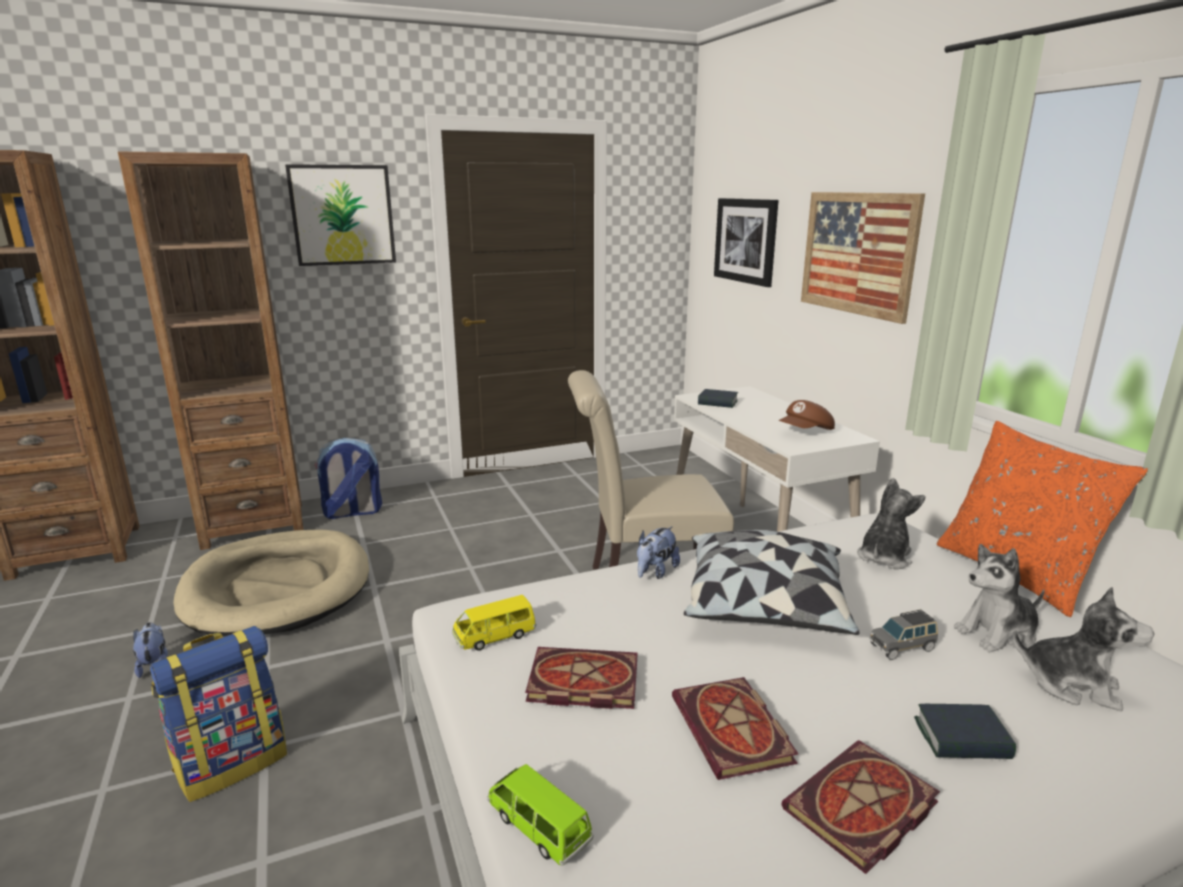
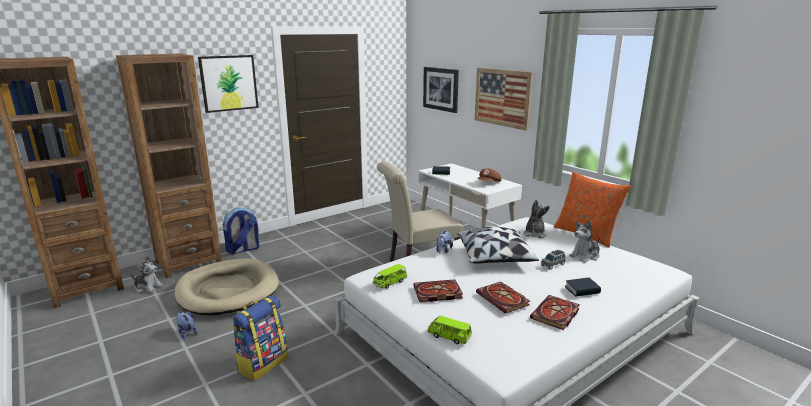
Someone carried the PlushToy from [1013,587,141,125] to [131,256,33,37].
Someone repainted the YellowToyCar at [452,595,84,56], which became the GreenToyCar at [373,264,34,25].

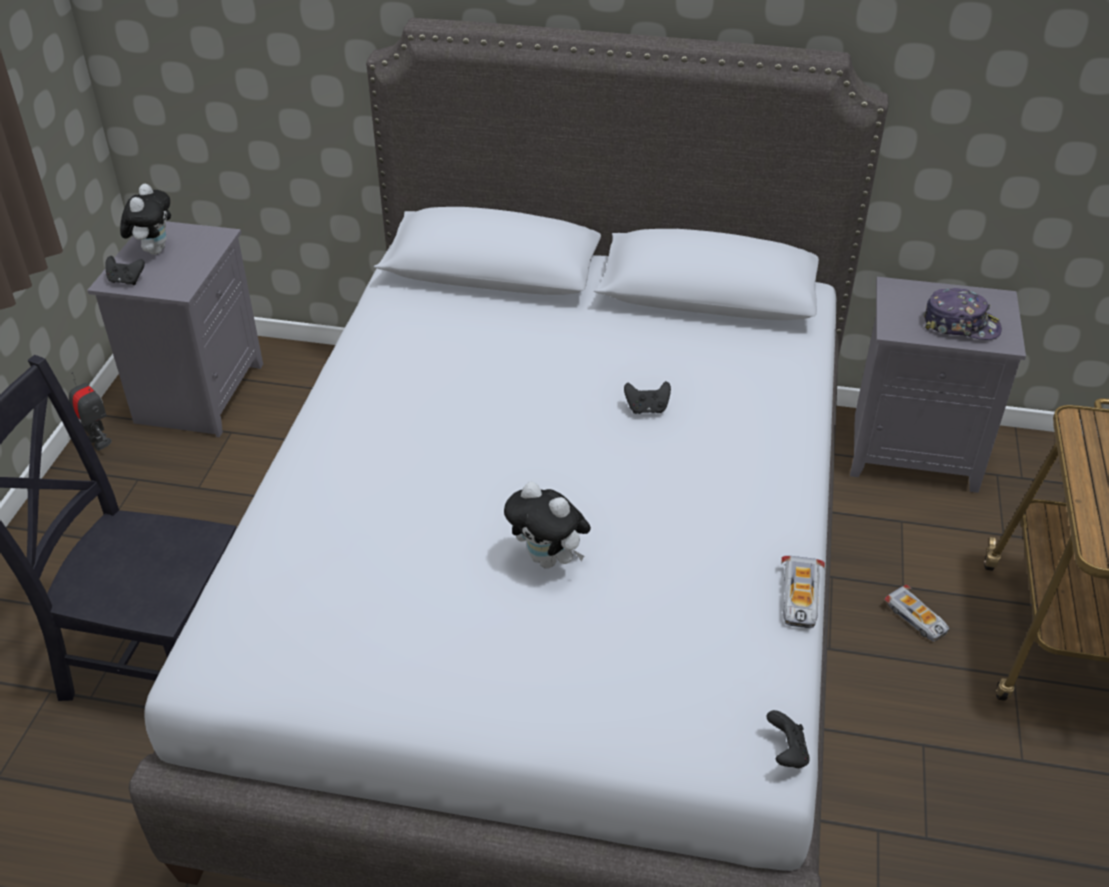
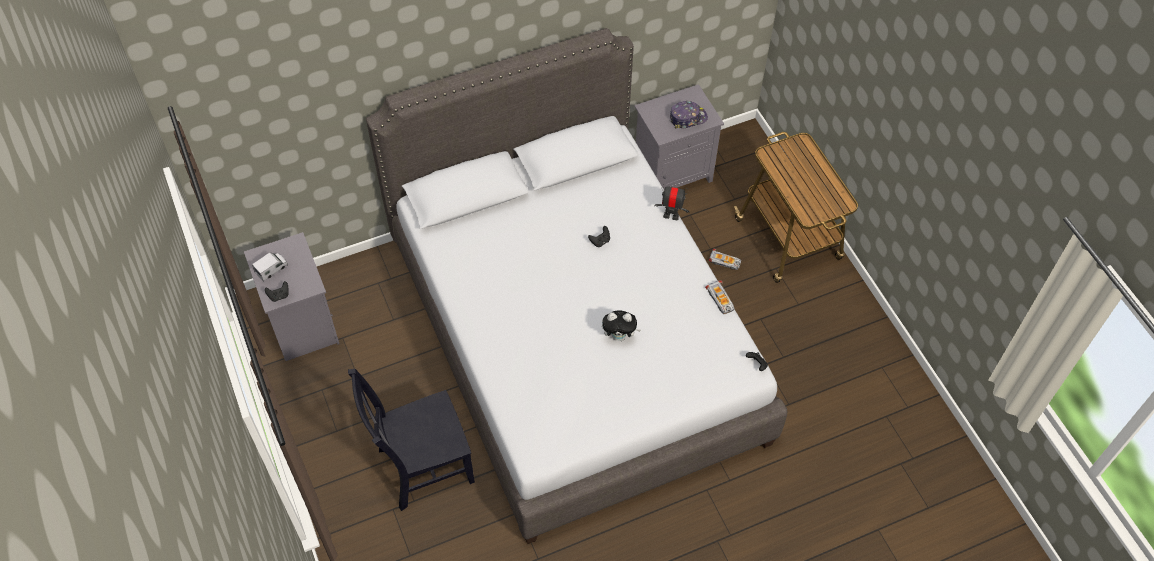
Someone carried the ToyRobot from [69,372,43,79] to [655,184,35,36].
Someone swapped the PlushToy at [120,184,51,71] for the ToyTruck at [252,252,36,30].

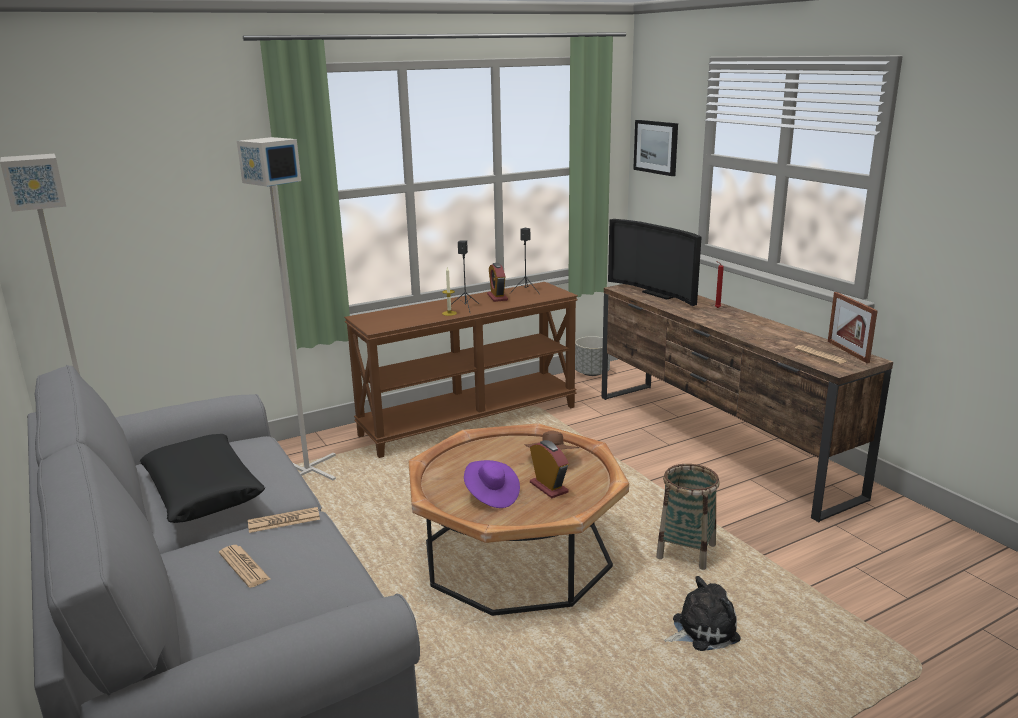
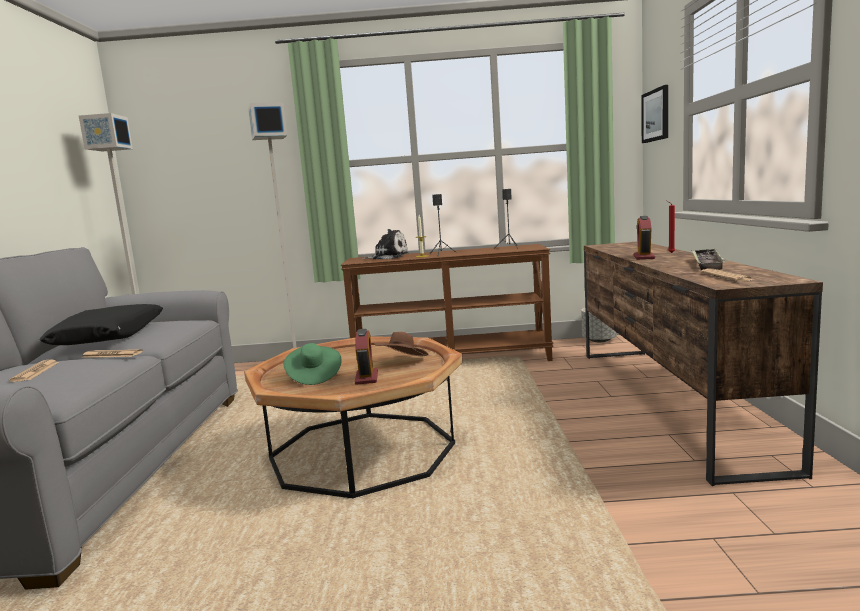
Someone took away the Television at [608,219,94,87].
Someone took away the Basket at [656,464,64,106].
Someone took away the PictureFrame at [828,292,50,71].
Someone put down the Tray at [691,248,36,22].
Someone carried the AlarmClock from [487,263,21,39] to [634,216,21,44].
Someone carried the PlushToy from [664,576,77,75] to [363,229,45,30].
Someone repainted the PurpleHat at [464,460,56,48], which became the GreenHat at [284,343,58,42].

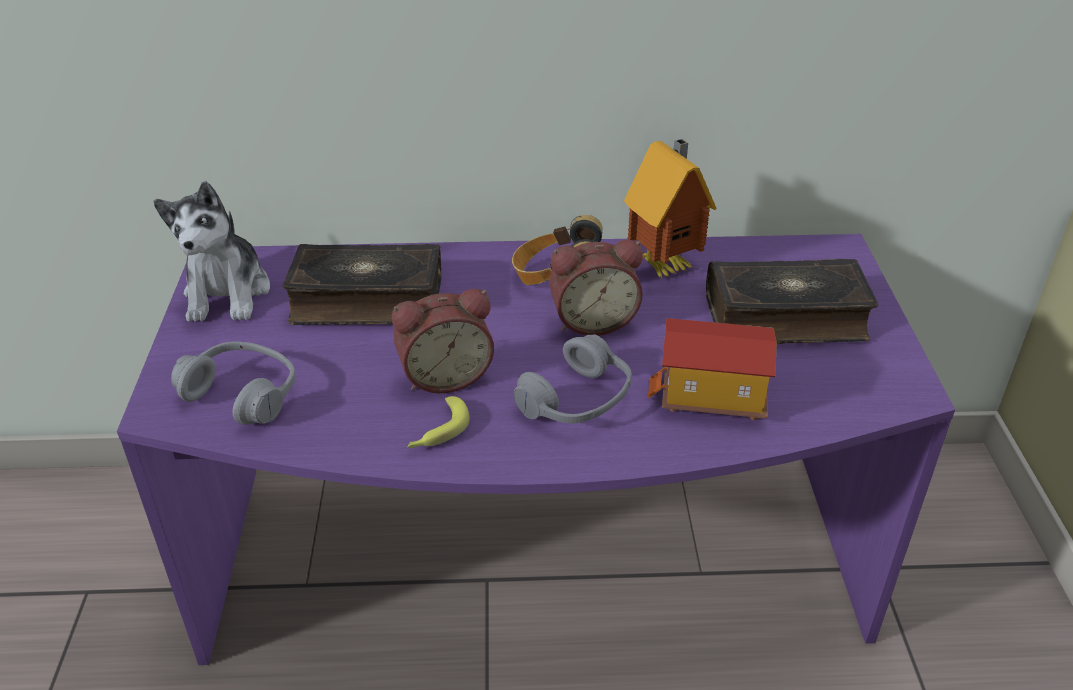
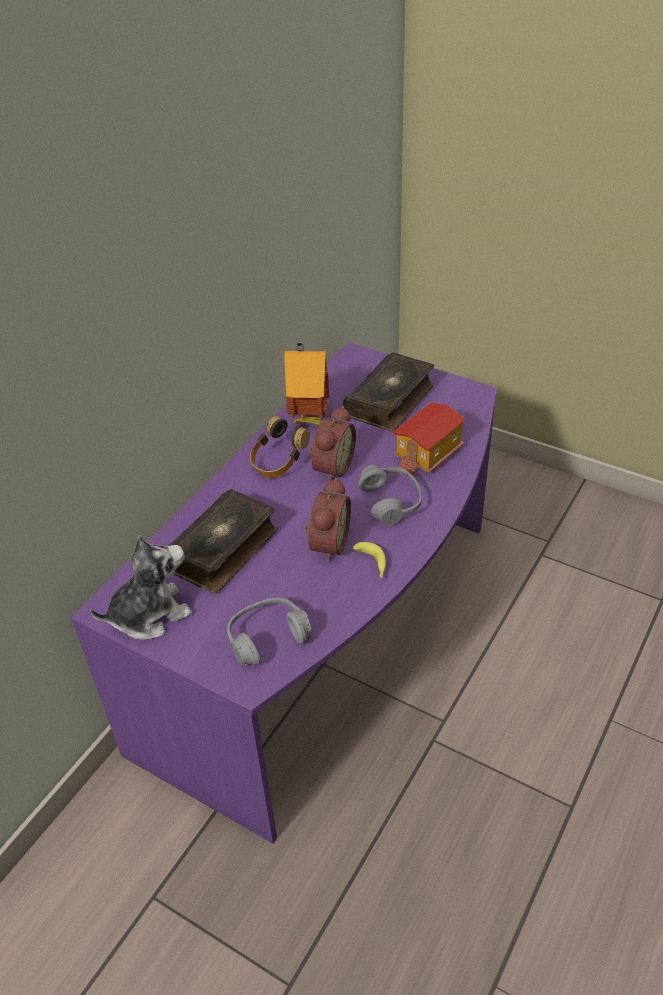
Someone rotated the PlushToy at [153,181,117,141] by 60 degrees counterclockwise.

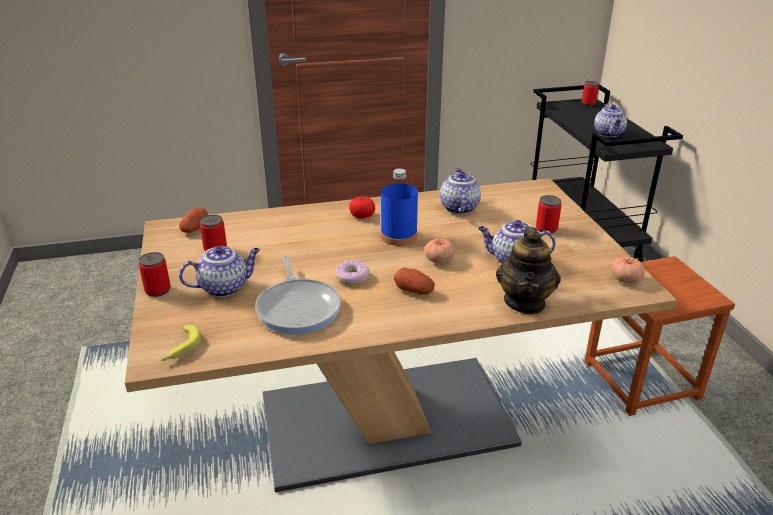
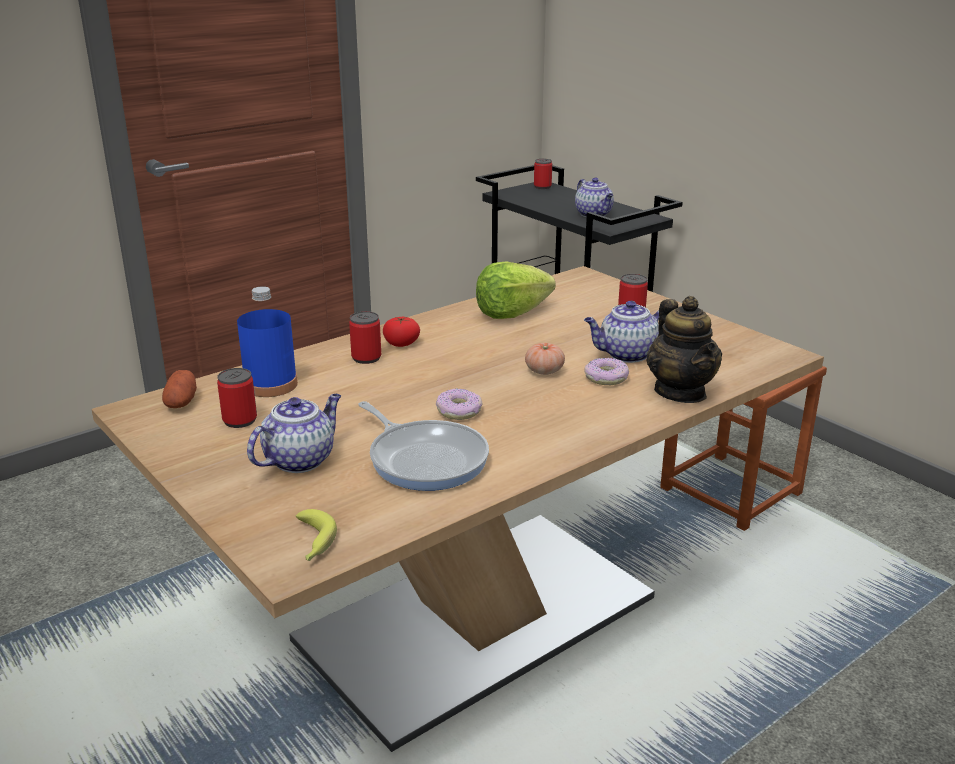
Someone took away the Potato at [394,268,41,27].
Someone took away the Tomato at [612,257,33,26].
Someone put down the Donut at [584,358,45,27].
Someone carried the Can from [139,252,32,45] to [349,311,32,53].
Someone carried the BlueBottle from [381,168,37,78] to [237,286,61,111].
Someone swapped the Teapot at [440,168,41,46] for the Lettuce at [476,261,80,58].

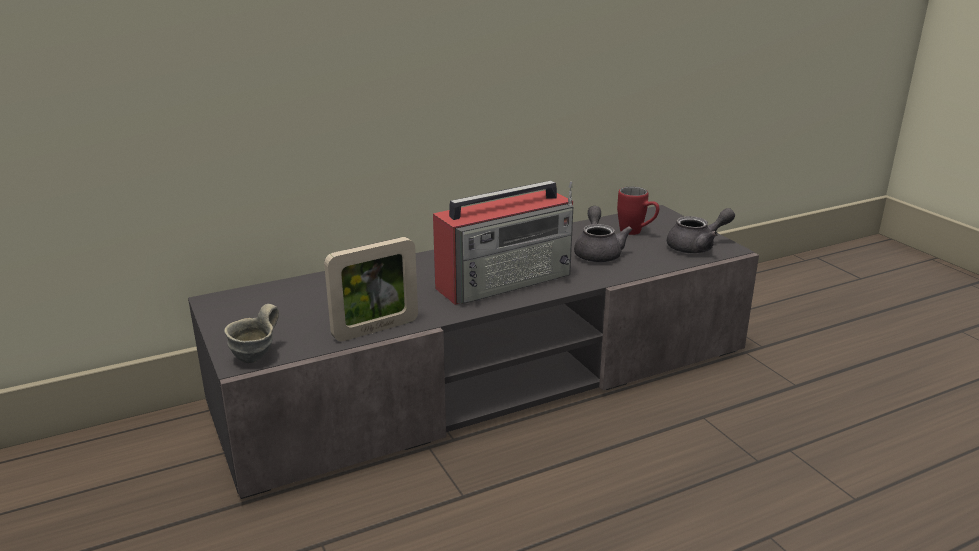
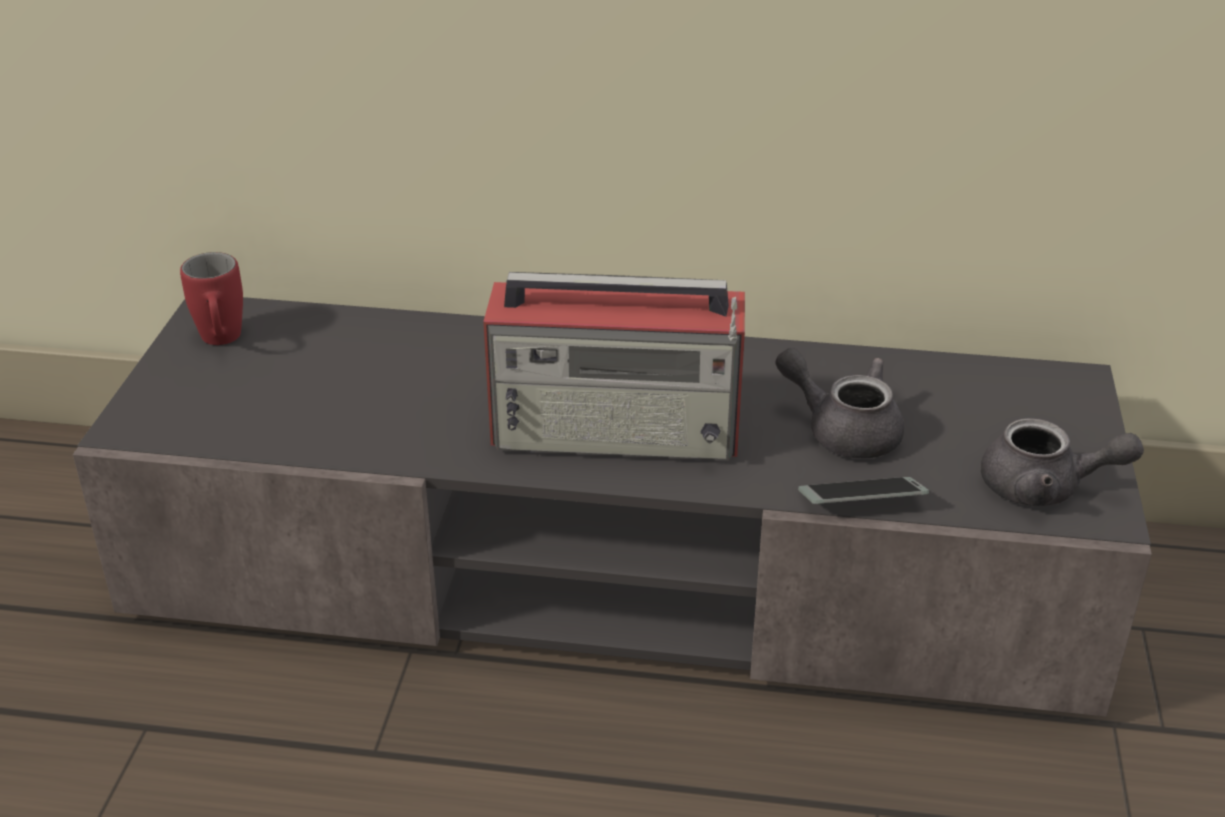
Someone took away the GreyMug at [224,304,55,59].
Someone took away the PictureFrame at [324,237,94,104].
Someone put down the Phone at [798,477,131,27].
Someone carried the RedMug from [617,187,42,48] to [180,252,63,93].
Someone rotated the GreyTeapot at [574,206,58,56] by 90 degrees counterclockwise.

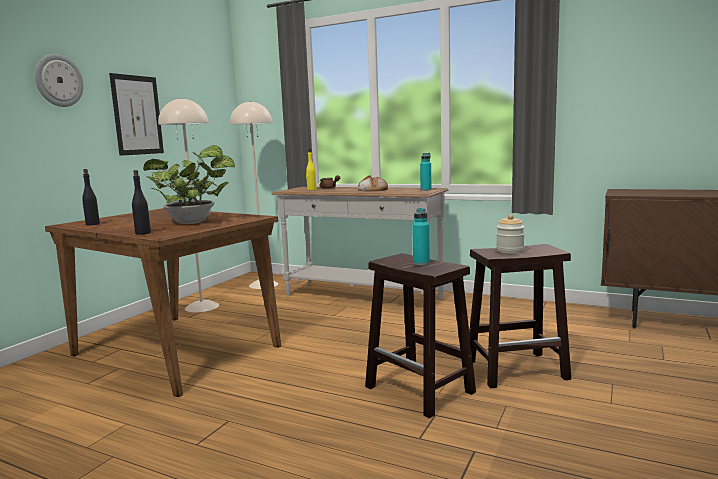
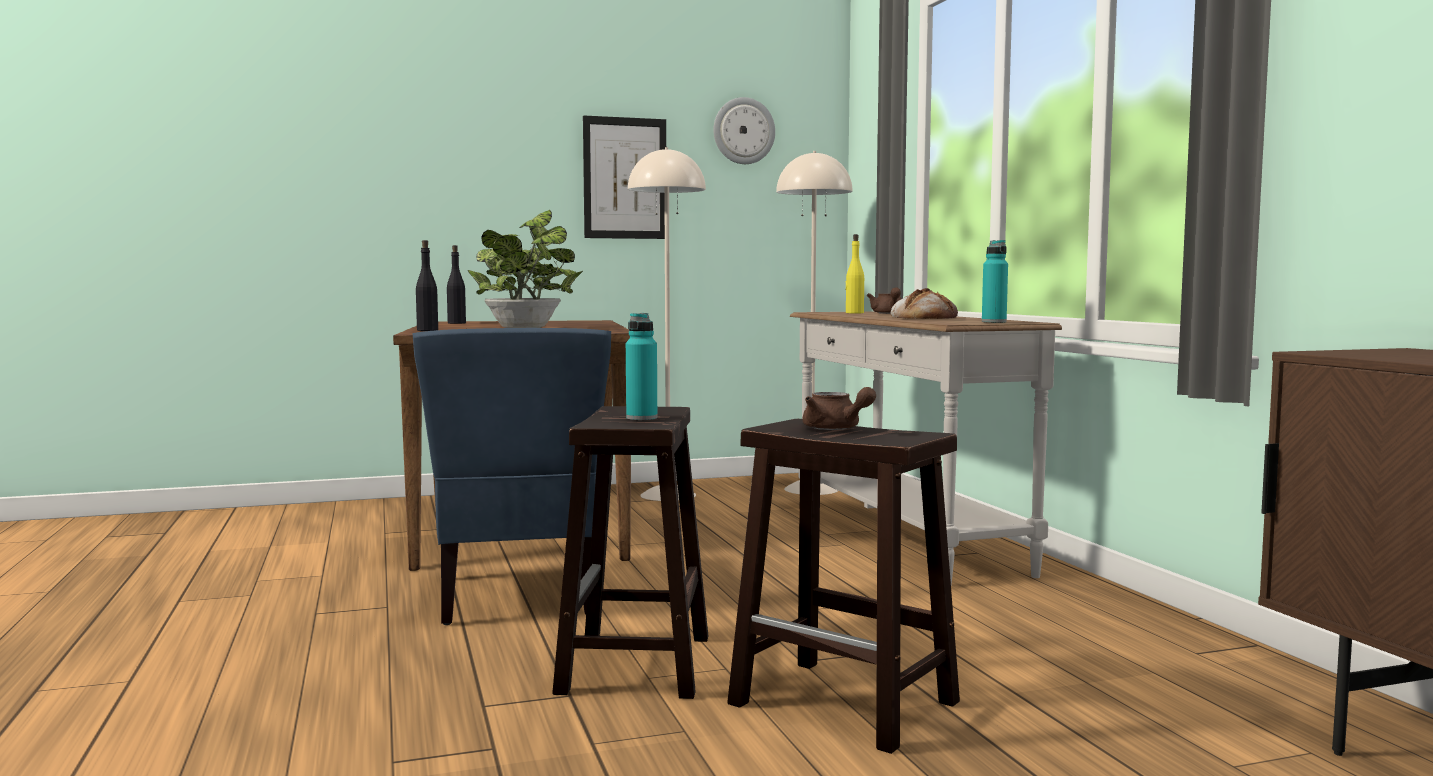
Someone put down the BlueChair at [413,328,198,297].
Someone carried the WallClock from [35,54,48,53] to [713,97,62,67].
Someone swapped the Jar at [496,214,29,39] for the BrownTeapot at [803,387,73,43].

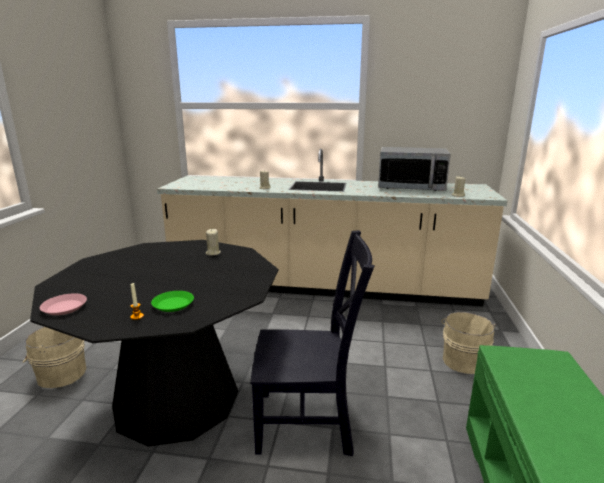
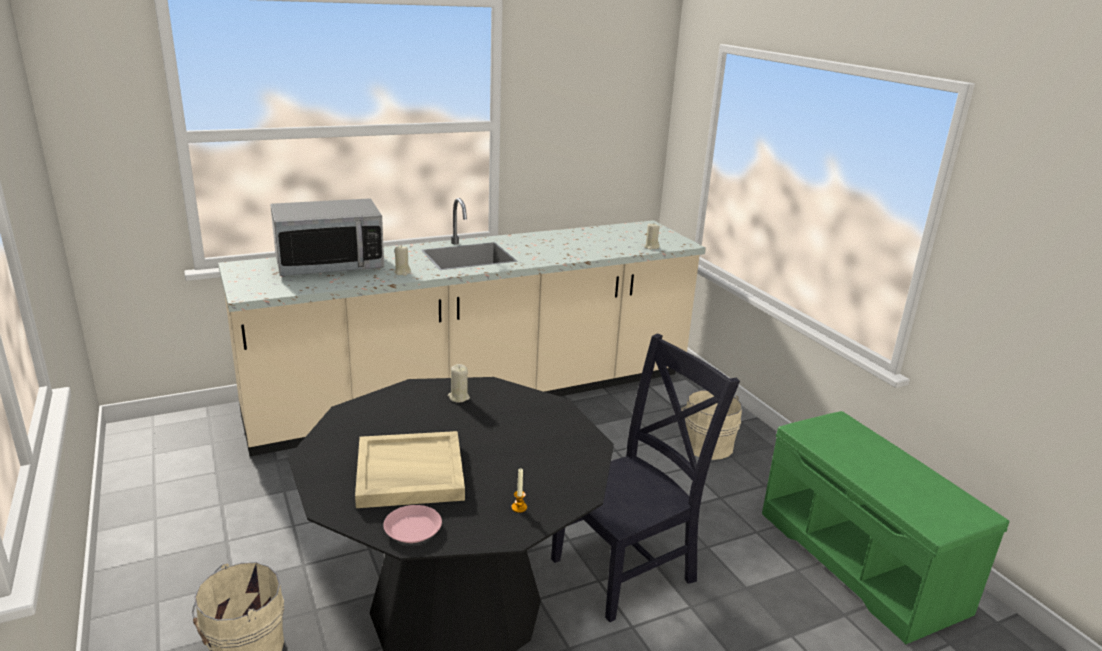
Someone took away the GreenPlate at [151,291,43,21].
Someone put down the BeigeTray at [355,431,110,77].
Someone carried the Microwave from [378,147,73,44] to [270,198,114,78].

